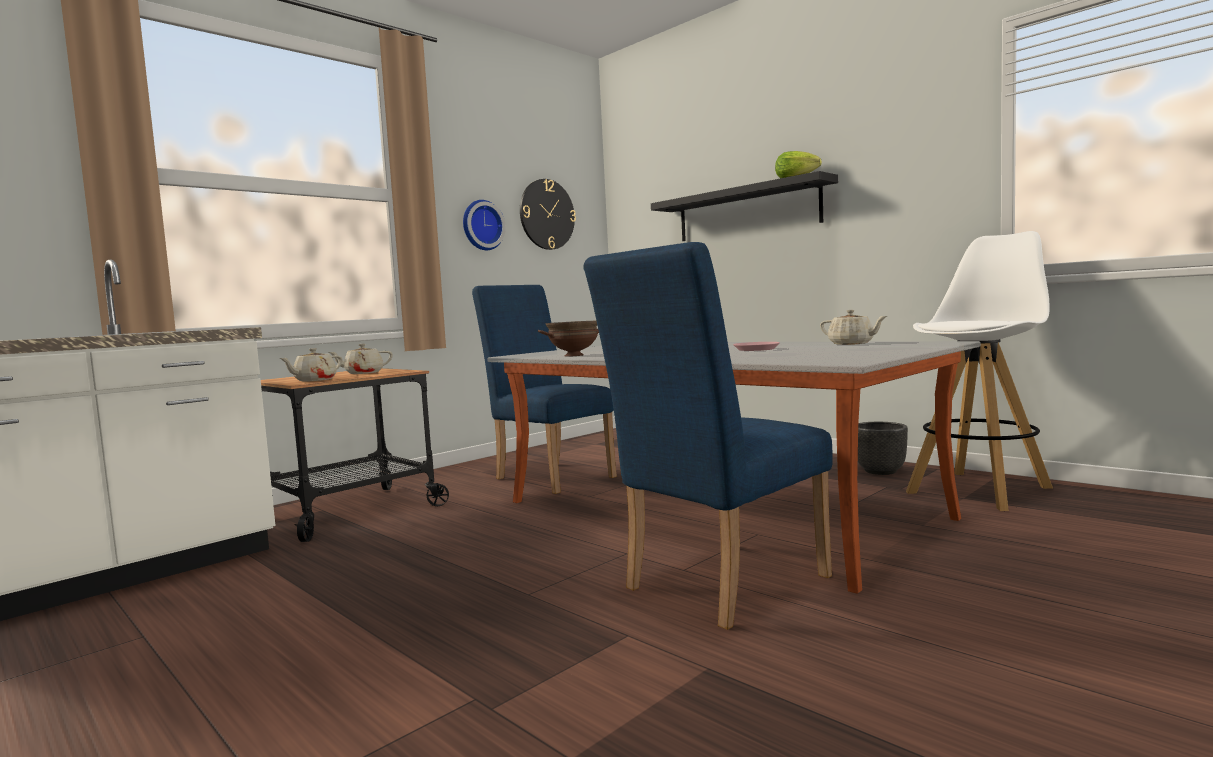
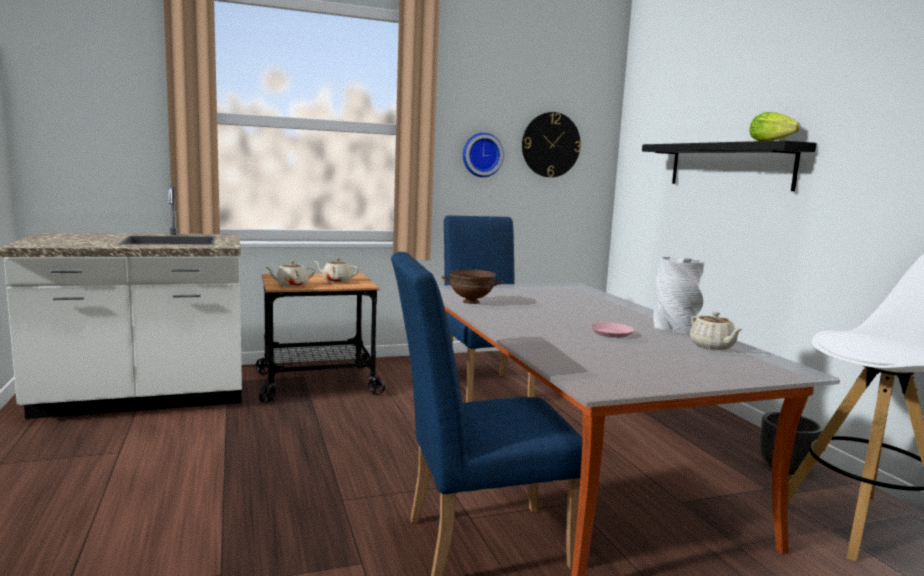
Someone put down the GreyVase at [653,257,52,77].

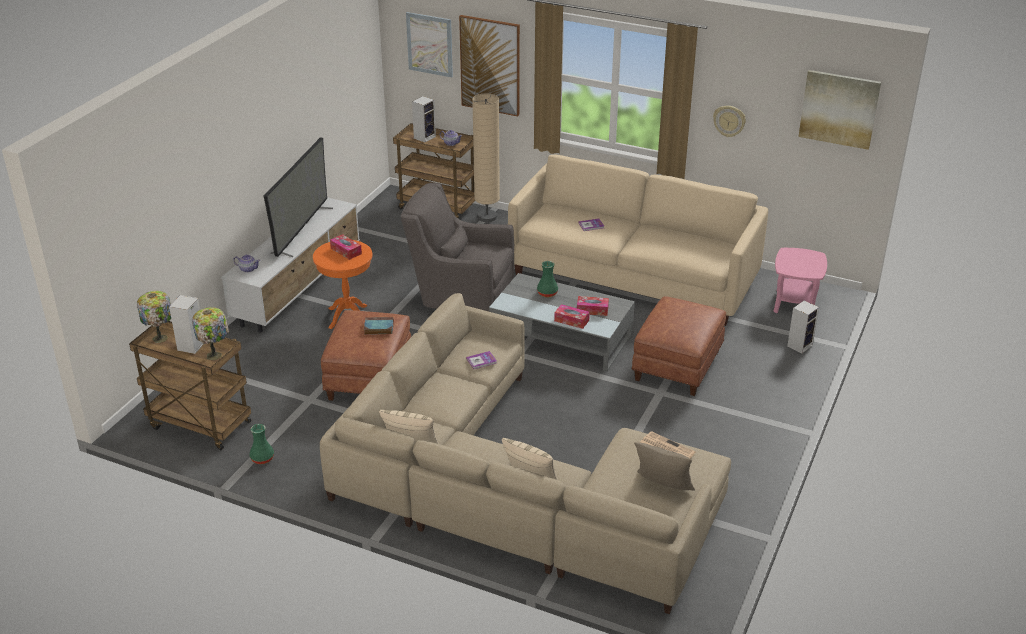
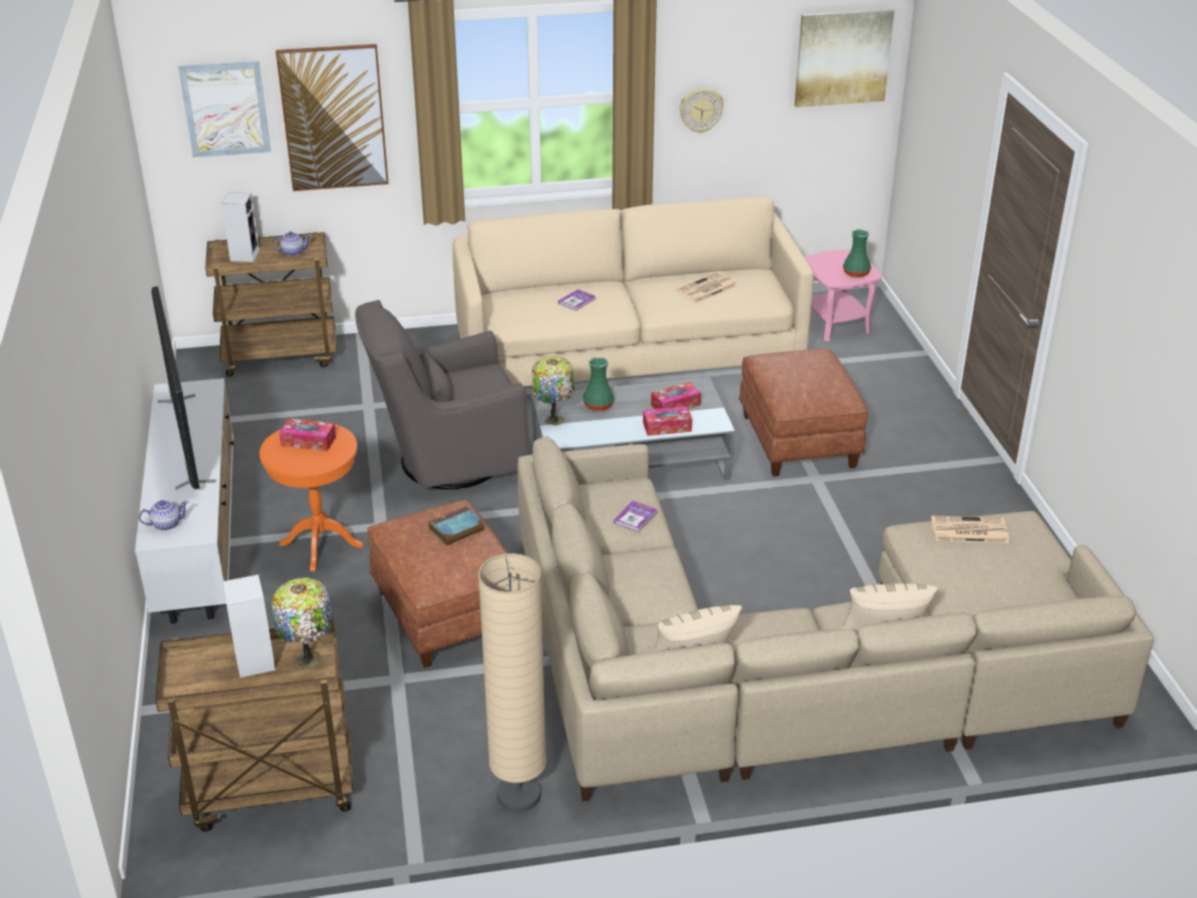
Someone took away the BeigePillow at [634,442,61,49].
Someone took away the Speaker at [787,301,32,52].
Someone put down the Newspaper at [676,272,62,31].
Someone carried the TableLamp from [137,291,34,52] to [532,356,43,69].
Someone carried the GreenVase from [250,424,24,40] to [843,230,28,48].
Someone carried the BeigeFloorLamp from [472,93,28,129] to [478,553,68,259].

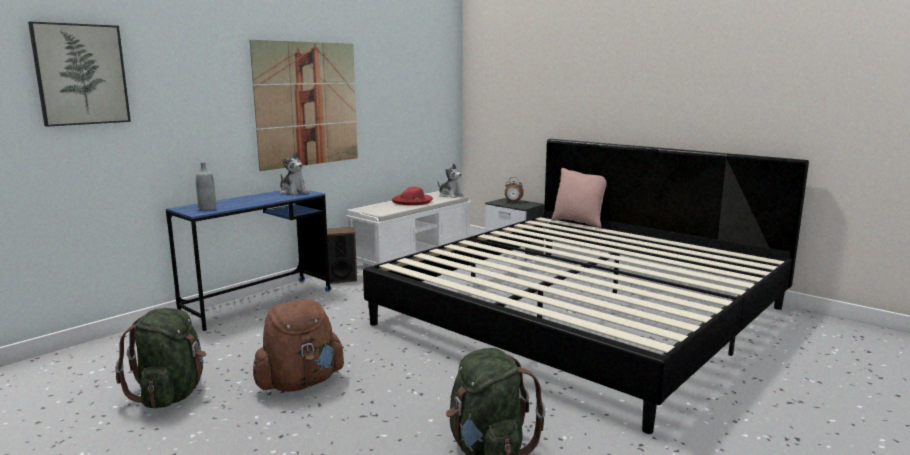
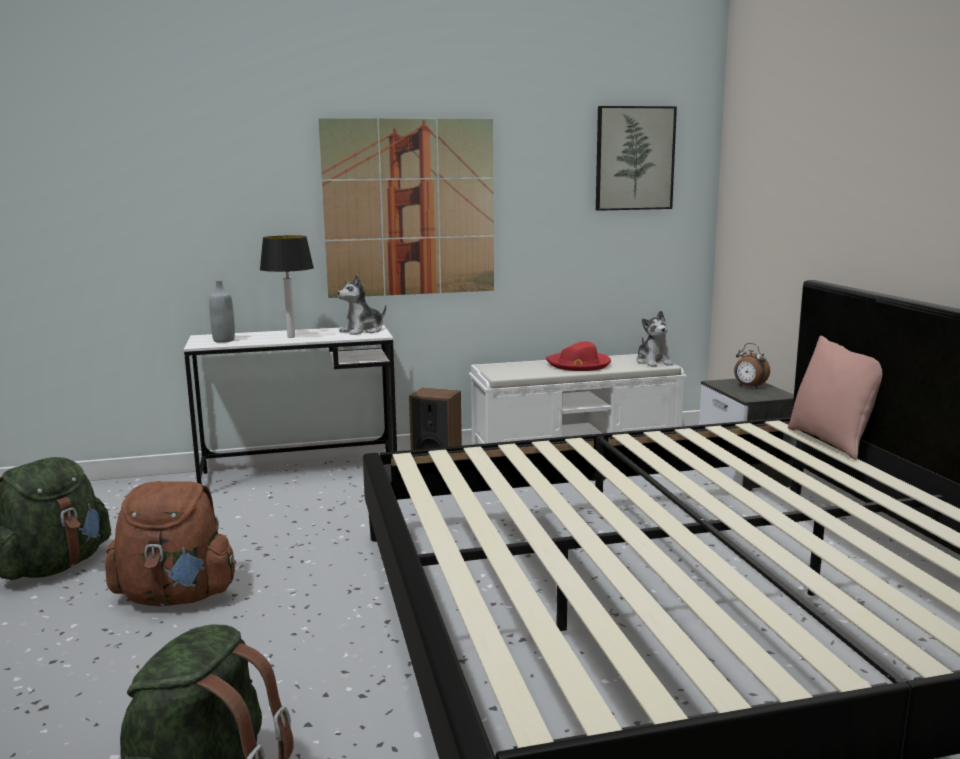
Someone put down the TableLamp at [260,235,54,103].
Someone carried the Picture from [28,21,103,106] to [596,106,81,105].
Someone repainted the BlueDesk at [166,190,165,141], which became the WhiteDesk at [184,325,213,160].
Someone rotated the PlushToy at [280,152,29,43] by 60 degrees clockwise.

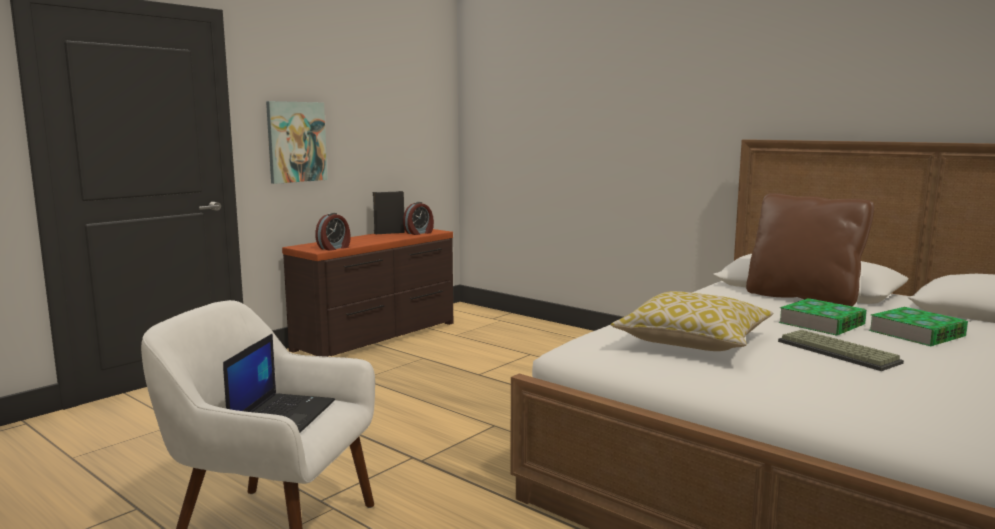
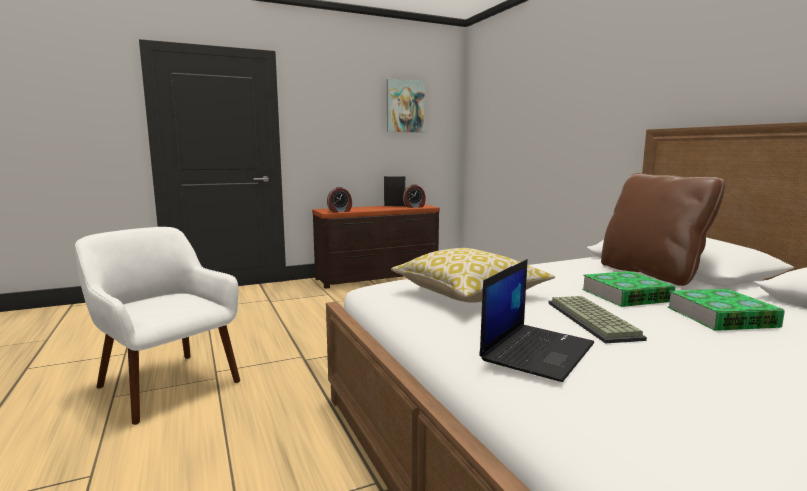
Someone carried the Laptop from [223,333,112,100] to [479,259,115,123].
Someone carried the Picture from [266,101,62,83] to [387,79,38,53].

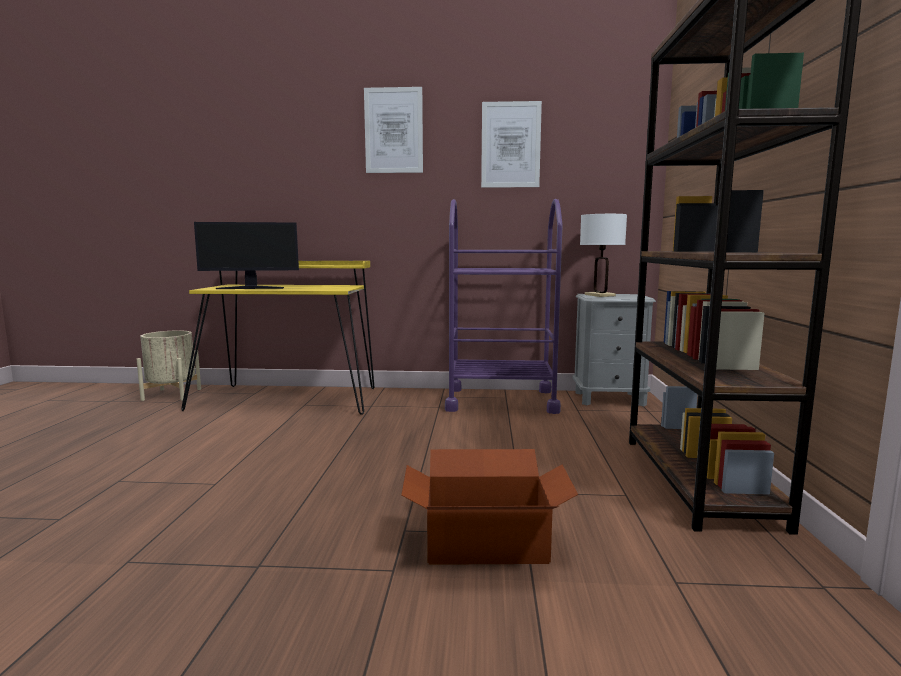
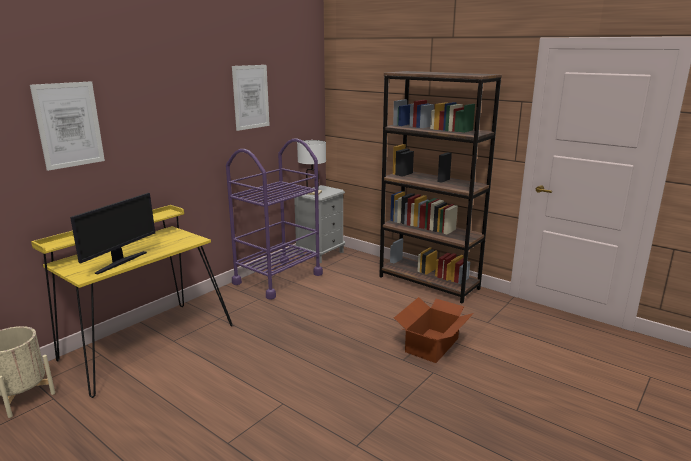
Someone carried the Picture from [364,87,59,86] to [30,81,75,90].

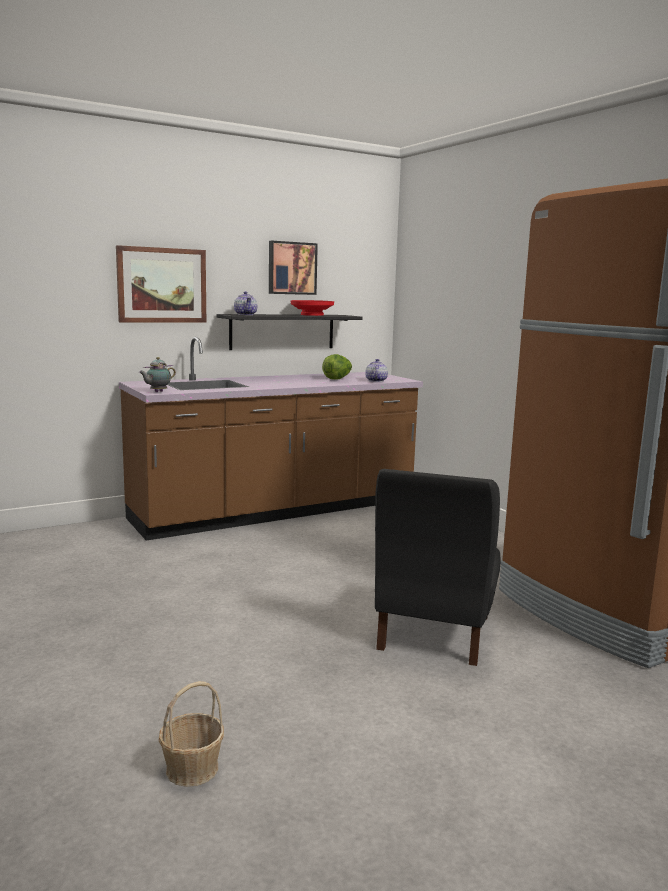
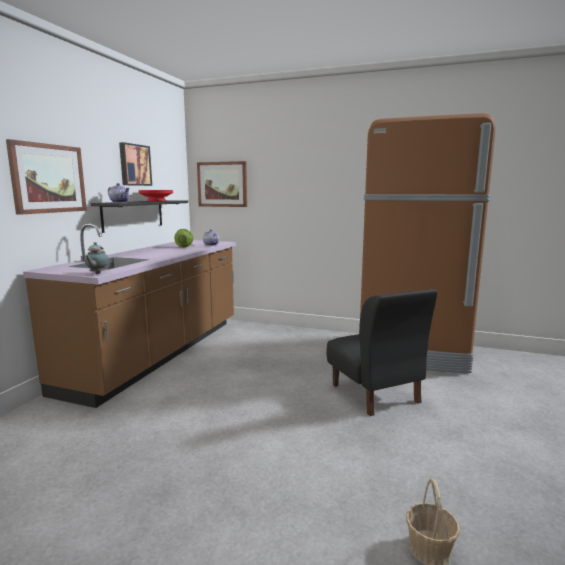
Someone put up the Picture at [197,161,50,46].

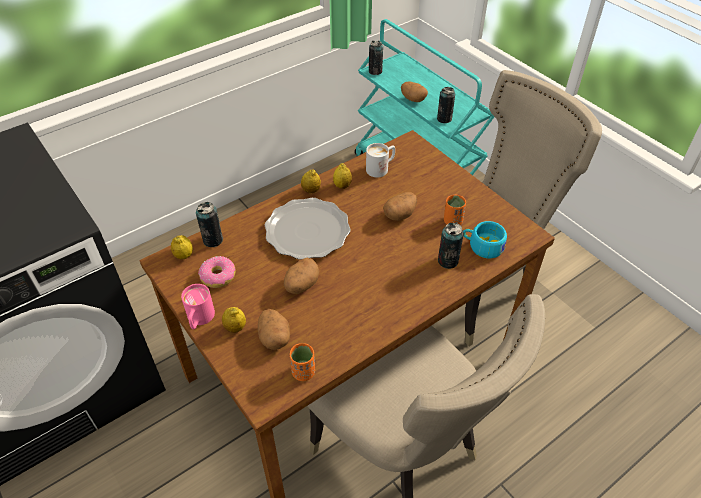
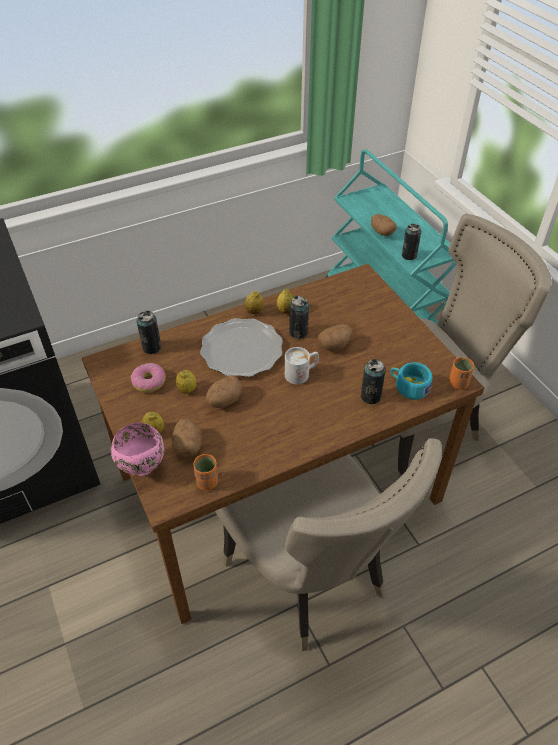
Someone took away the PinkMug at [181,284,34,45].
Someone put down the PinkBowl at [111,423,54,53].
Someone carried the Lemon from [171,235,22,24] to [175,370,22,24].
Someone carried the WhiteMug from [366,143,29,34] to [285,347,34,37].
Someone carried the Can from [369,40,14,35] to [289,296,20,43].
Someone carried the OrangeCup from [444,195,22,30] to [449,357,25,33].

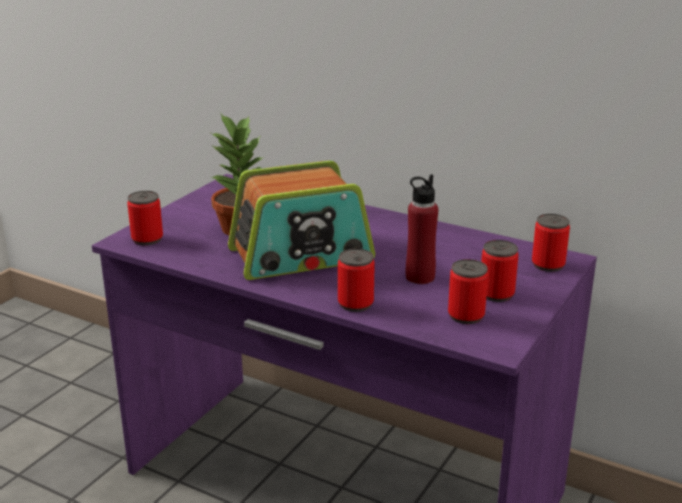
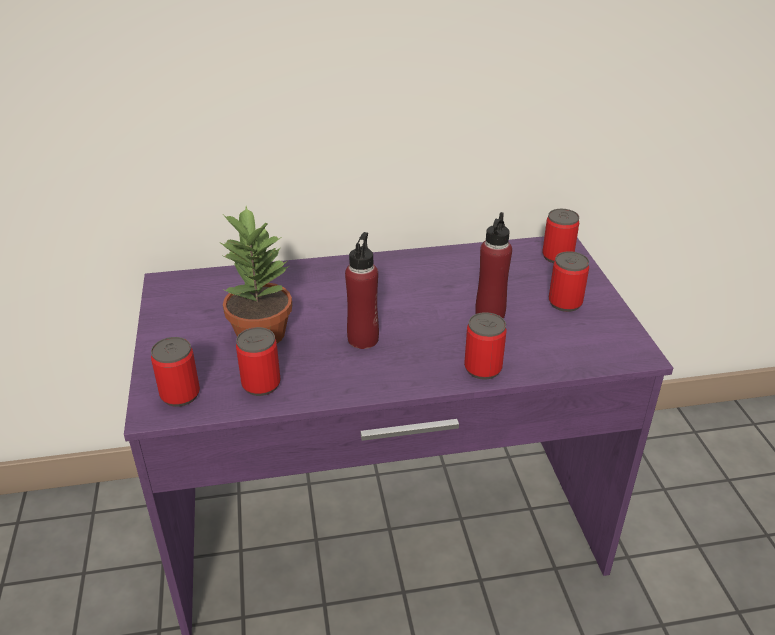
Someone carried the Can from [448,259,40,65] to [236,327,45,69].
Someone swapped the Radio at [228,160,147,120] for the RedBottle at [345,232,34,117].

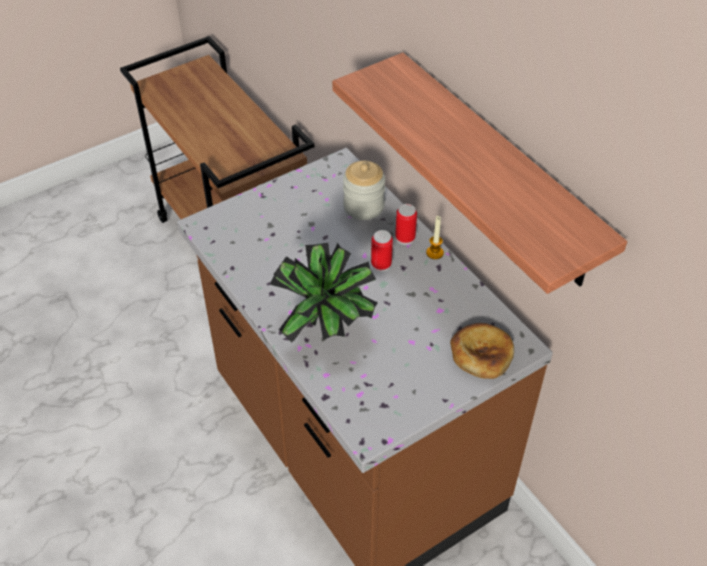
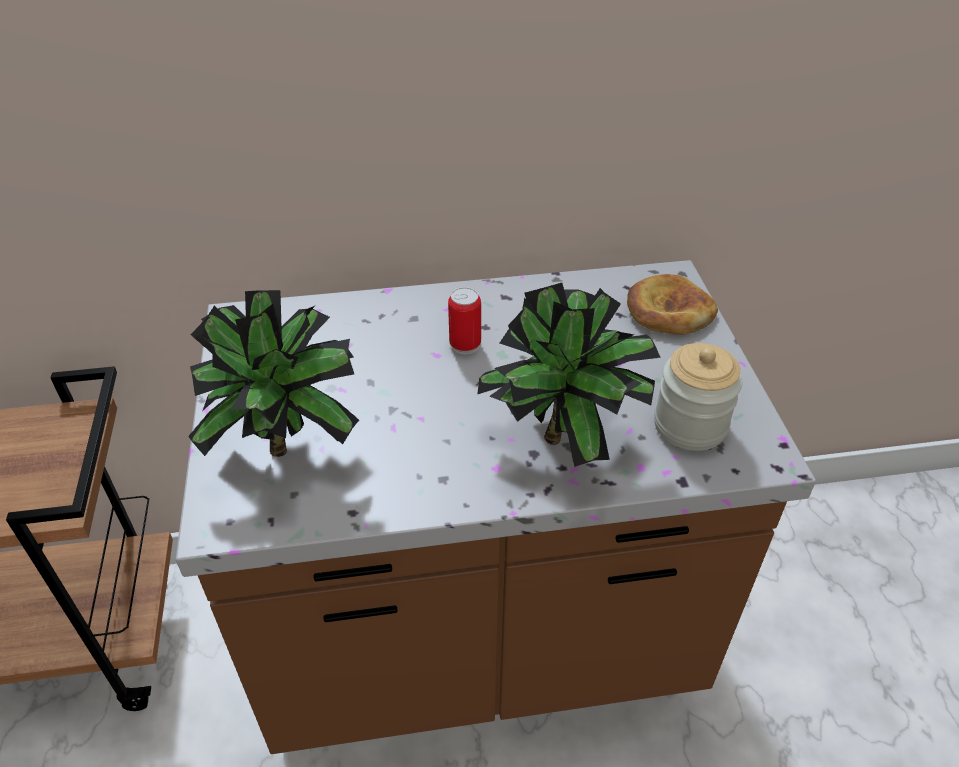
Someone took away the Shelf at [332,53,295,241].
Someone took away the Can at [395,204,22,41].
Someone took away the Candle at [426,216,18,43].
Someone put down the PottedPlant at [188,290,171,167].
Someone carried the Jar from [343,161,42,59] to [654,343,88,108].

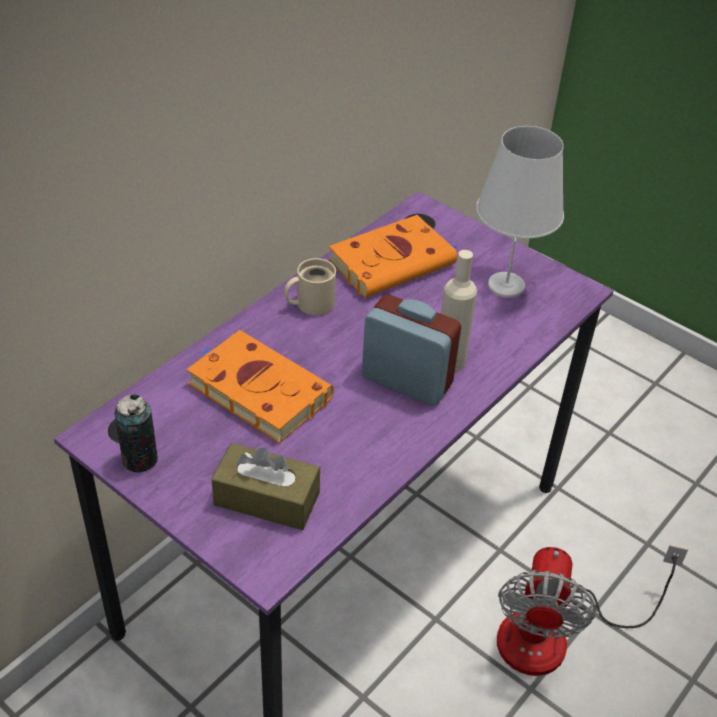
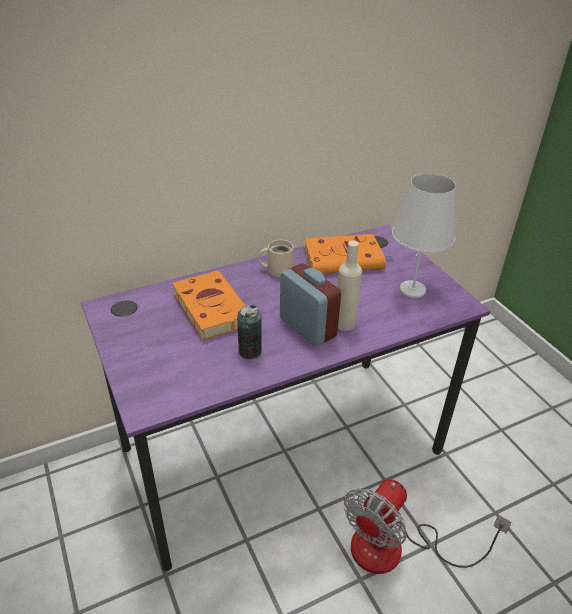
Someone took away the BrownTissueBox at [211,443,109,87].
Someone carried the Can from [114,394,44,78] to [237,305,25,54].

